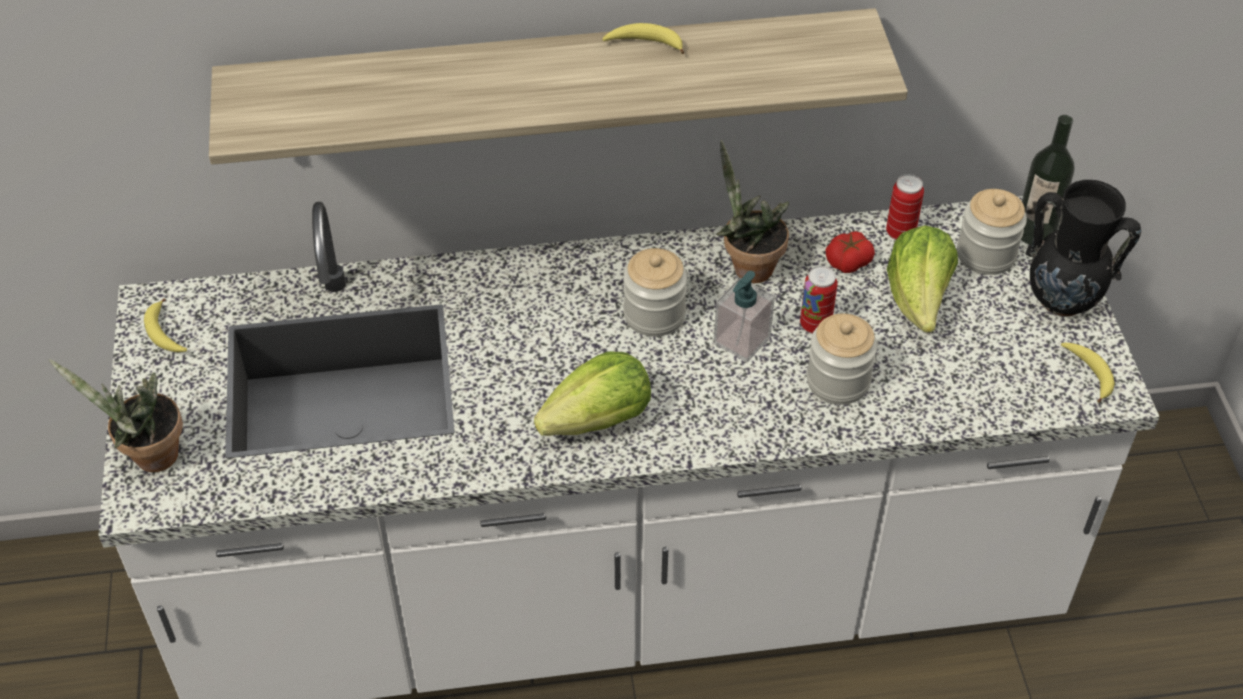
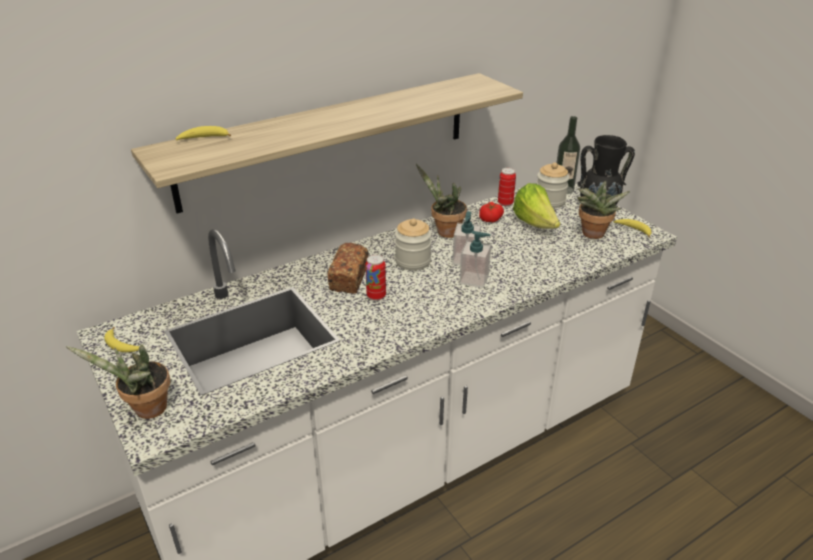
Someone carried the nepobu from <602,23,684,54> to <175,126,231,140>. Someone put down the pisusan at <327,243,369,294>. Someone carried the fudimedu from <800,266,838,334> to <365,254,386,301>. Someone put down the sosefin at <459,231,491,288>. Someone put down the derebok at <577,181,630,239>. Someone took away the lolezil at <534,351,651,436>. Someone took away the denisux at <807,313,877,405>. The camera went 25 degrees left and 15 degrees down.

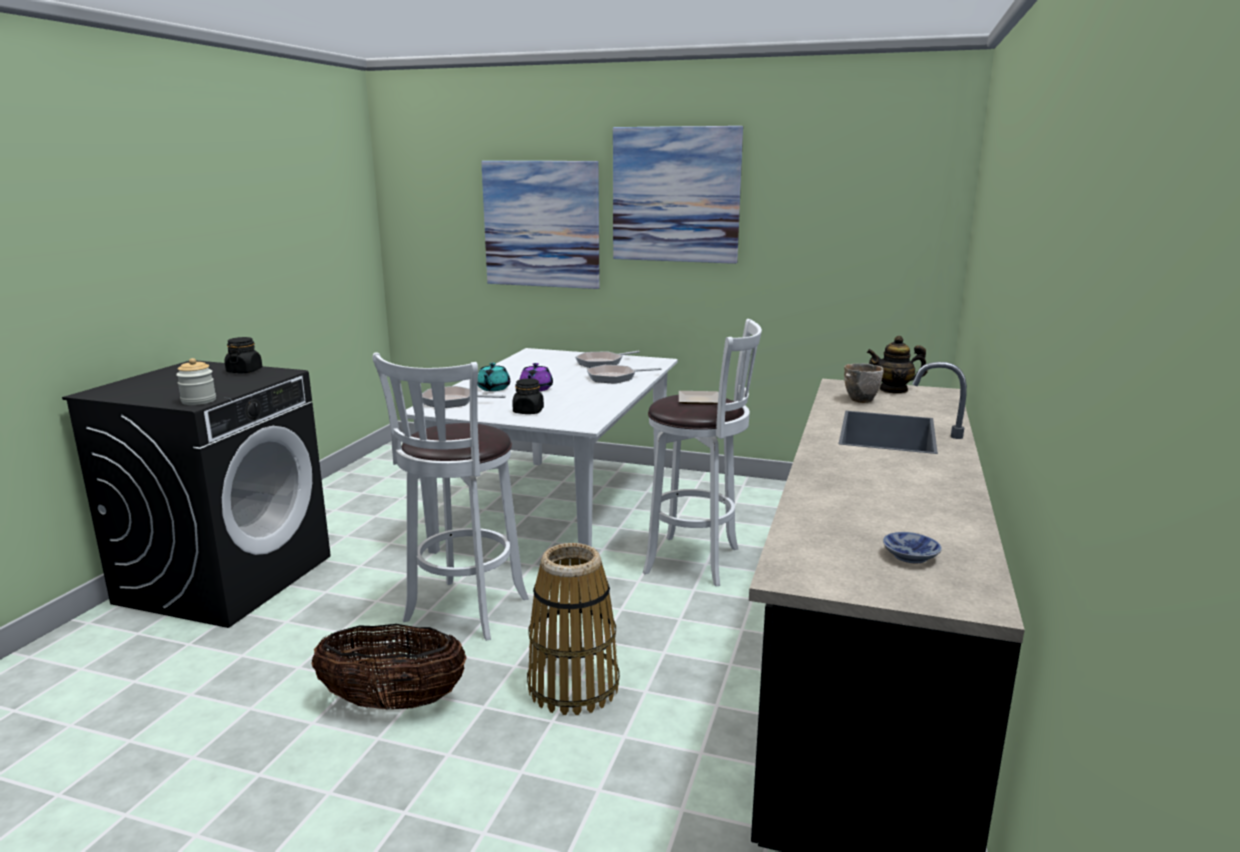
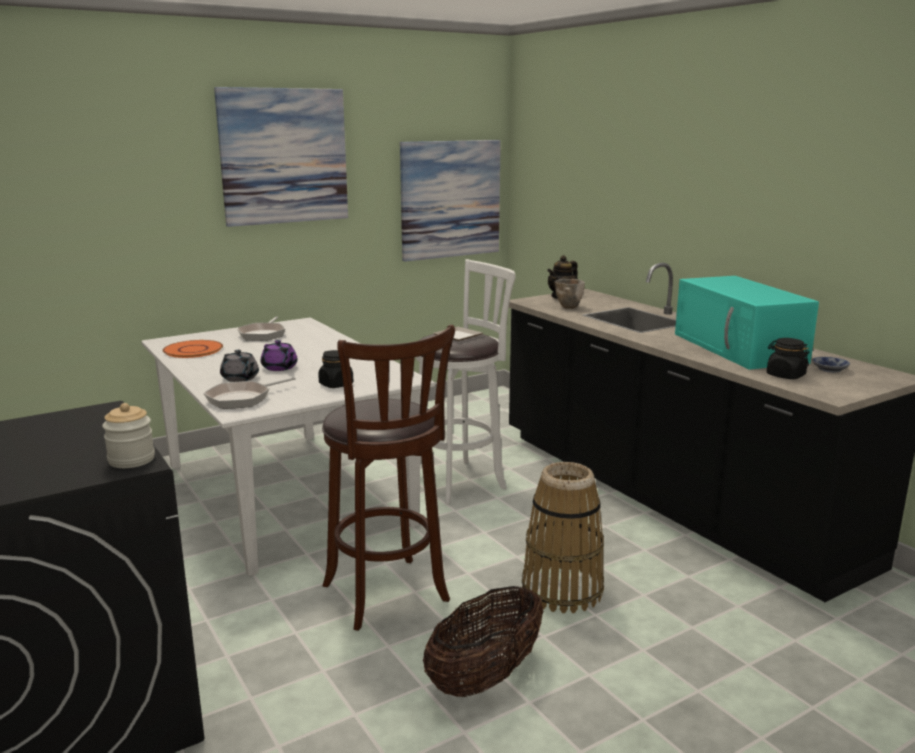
Someone put down the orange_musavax at <163,340,223,358>. Someone repainted the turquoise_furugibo at <478,363,510,391>, which became the grey_furugibo at <220,350,259,382>. Someone repainted the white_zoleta at <373,352,529,641>, which became the brown_zoleta at <322,324,455,631>. Someone carried the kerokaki from <481,161,600,289> to <400,140,501,262>. Someone put down the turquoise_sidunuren at <675,276,819,370>. Someone carried the black_denisux from <224,337,262,373> to <767,338,809,379>. Someone took away the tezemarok at <587,365,662,384>. The camera went 50 degrees left and 0 degrees up.

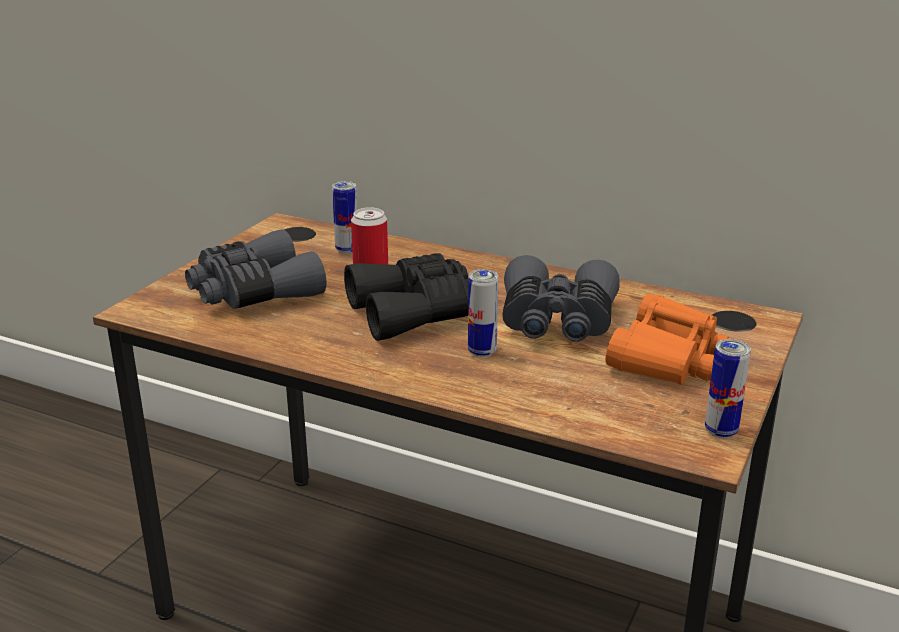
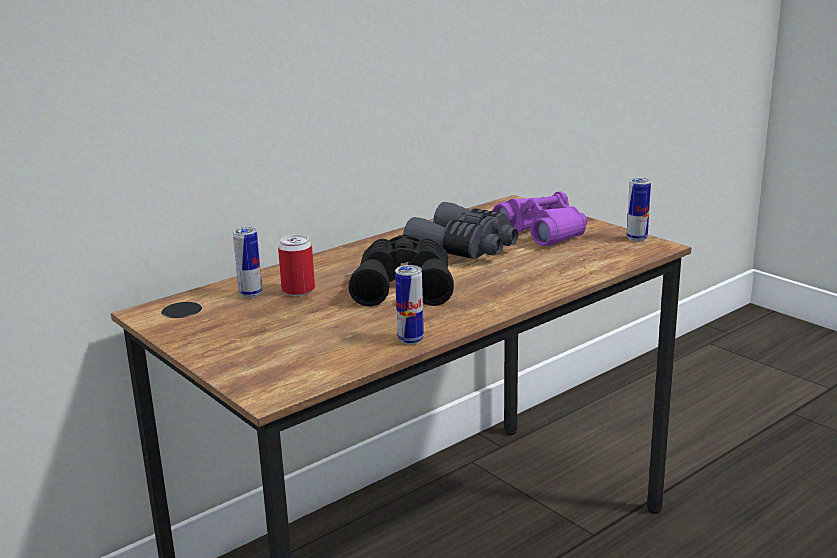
Someone carried the fudimedu from <468,269,498,357> to <395,265,424,345>. Someone repainted the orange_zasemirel at <606,294,730,385>, which became the purple_zasemirel at <493,191,587,246>. Someone took away the grey_zasemirel at <185,229,326,309>. The camera went 65 degrees left and 5 degrees down.

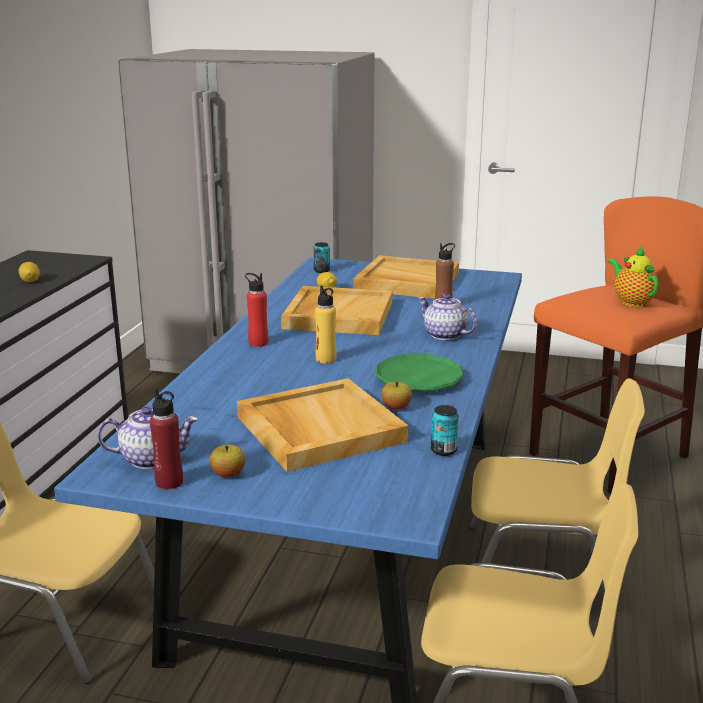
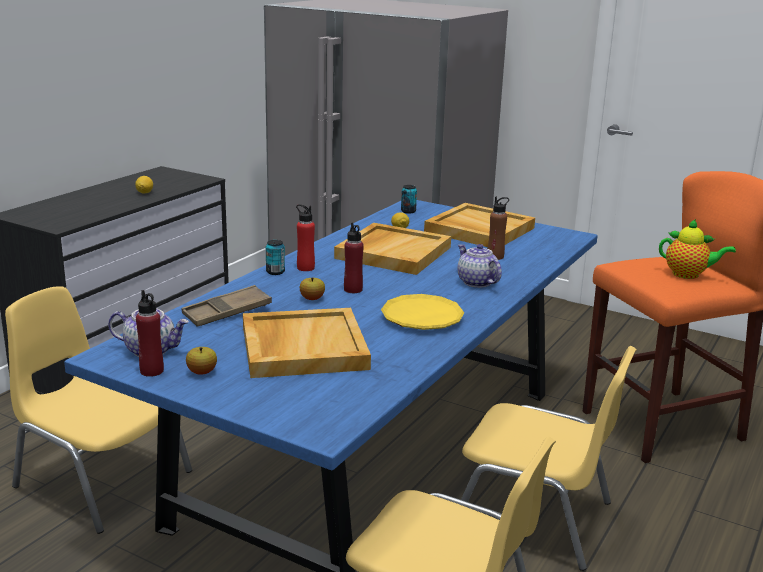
Someone put down the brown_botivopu at <182,285,272,327>. Someone carried the fudimedu from <431,405,459,456> to <266,240,285,275>. Someone carried the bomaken from <381,382,412,409> to <300,277,325,300>. Someone repainted the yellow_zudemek at <315,286,336,363>, which became the red_zudemek at <344,222,364,293>. Someone repainted the green_musavax at <375,354,464,391>, which became the yellow_musavax at <381,294,464,330>. Someone rotated the furugibo at <608,246,658,307> by 120 degrees clockwise. The camera went 15 degrees right and 0 degrees up.

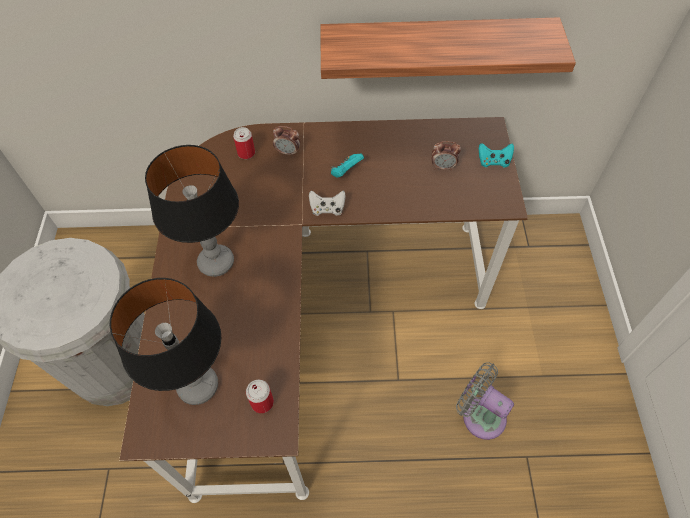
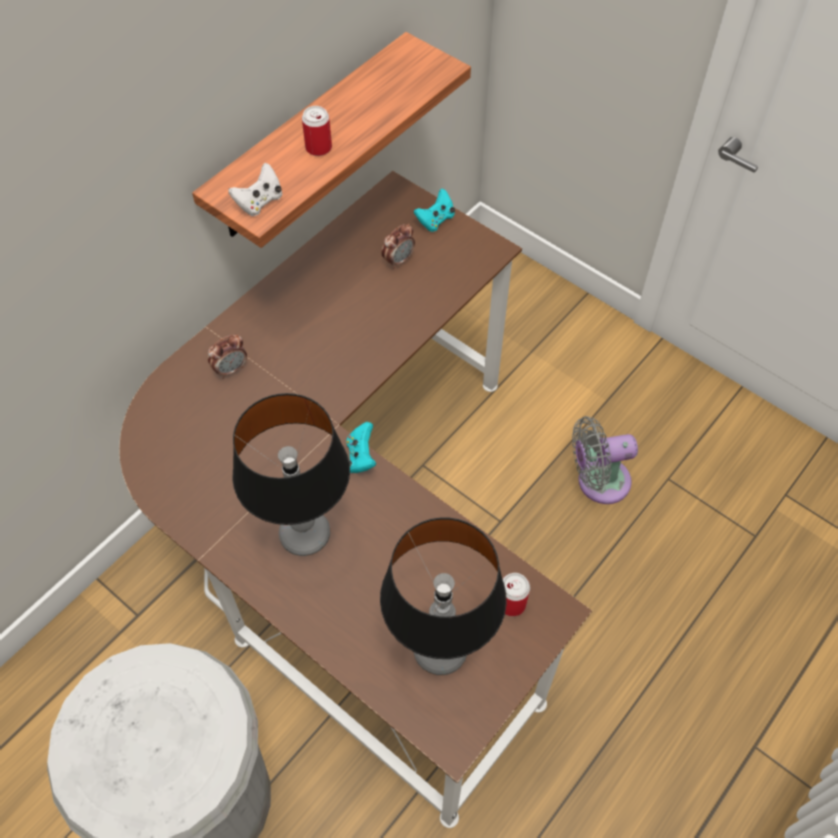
Someone carried the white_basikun from <309,190,346,216> to <228,163,282,216>. Someone carried the fudimedu from <233,127,255,159> to <302,106,332,156>. Someone carried the turquoise_basikun from <331,154,364,178> to <346,422,376,473>. The camera went 50 degrees left and 0 degrees up.

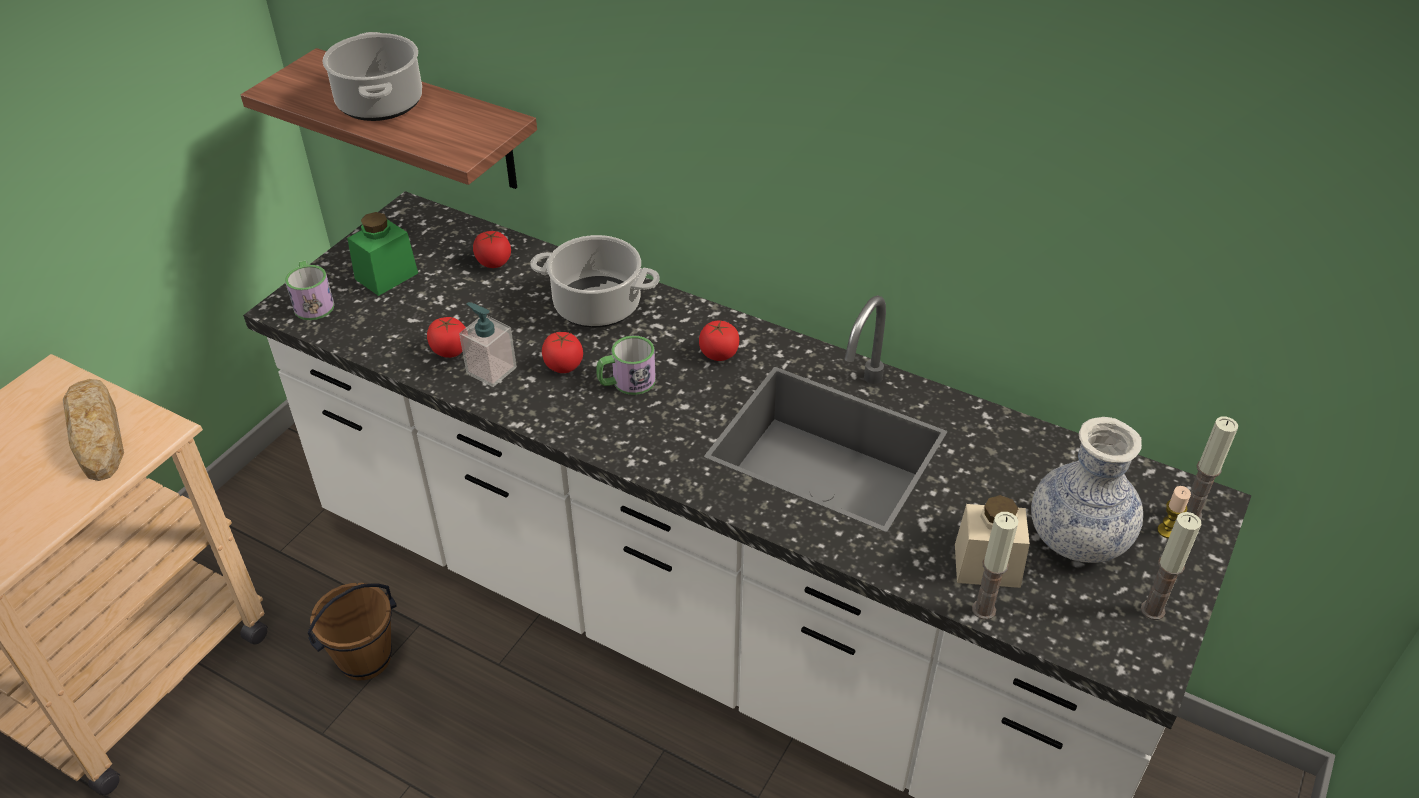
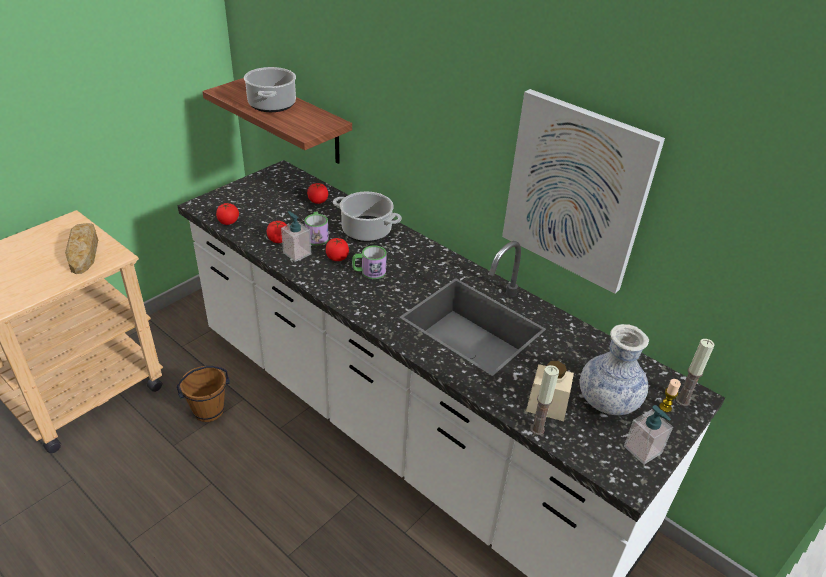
Someone carried the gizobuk from <699,321,739,361> to <216,203,239,225>. Someone carried the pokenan from <285,261,334,320> to <304,212,329,246>. Someone put up the kerokaki at <502,89,665,294>. Someone swapped the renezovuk at <1141,512,1202,620> for the sosefin at <624,405,673,465>. Someone took away the green_denisux at <347,212,418,296>. The camera went 10 degrees right and 5 degrees down.

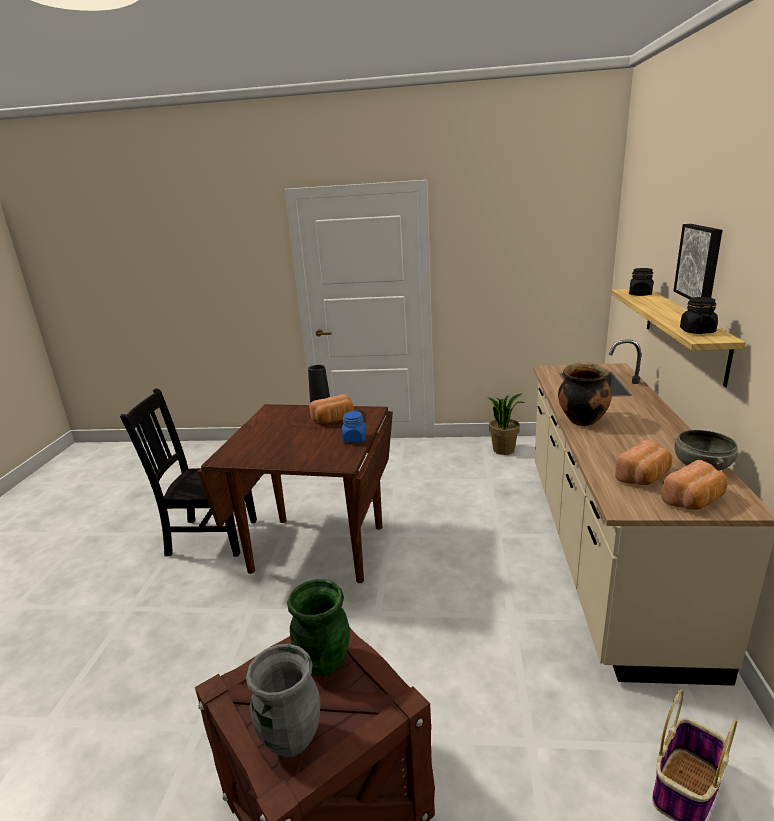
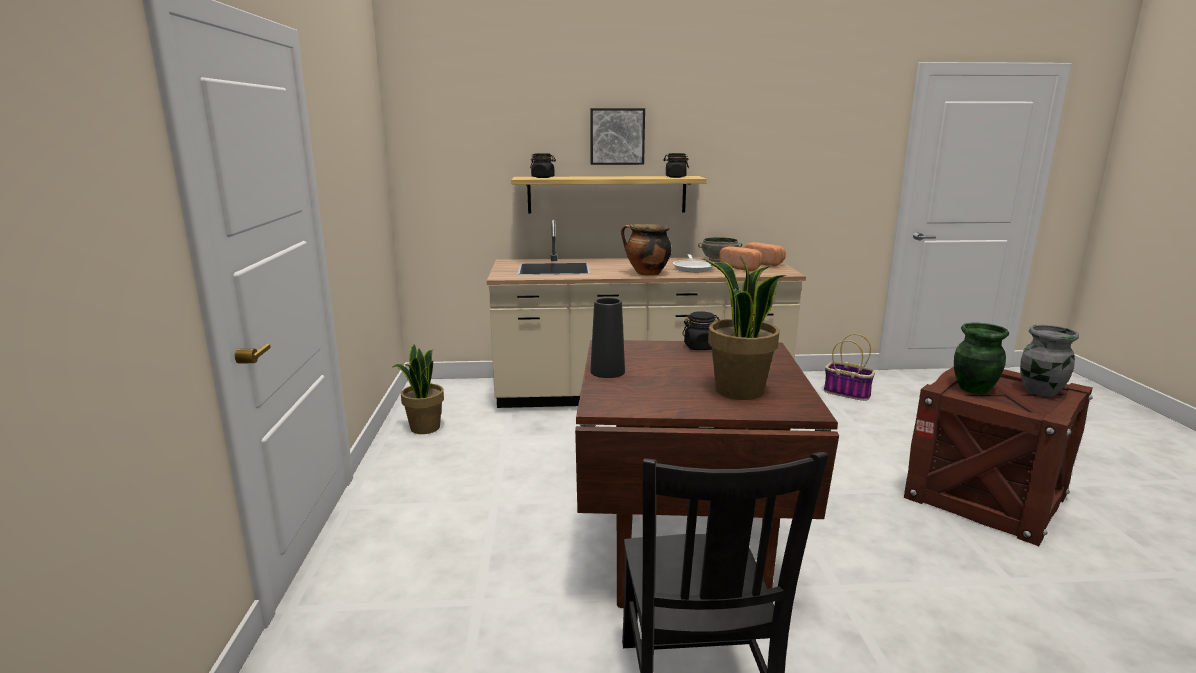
Someone put down the tezemarok at <673,254,713,272>. Someone repainted the blue_denisux at <342,411,366,443>, which became the black_denisux at <682,311,720,350>. Someone put down the derebok at <704,256,787,400>. Someone took away the pisusan at <309,394,354,424>. The camera went 100 degrees left and 5 degrees down.

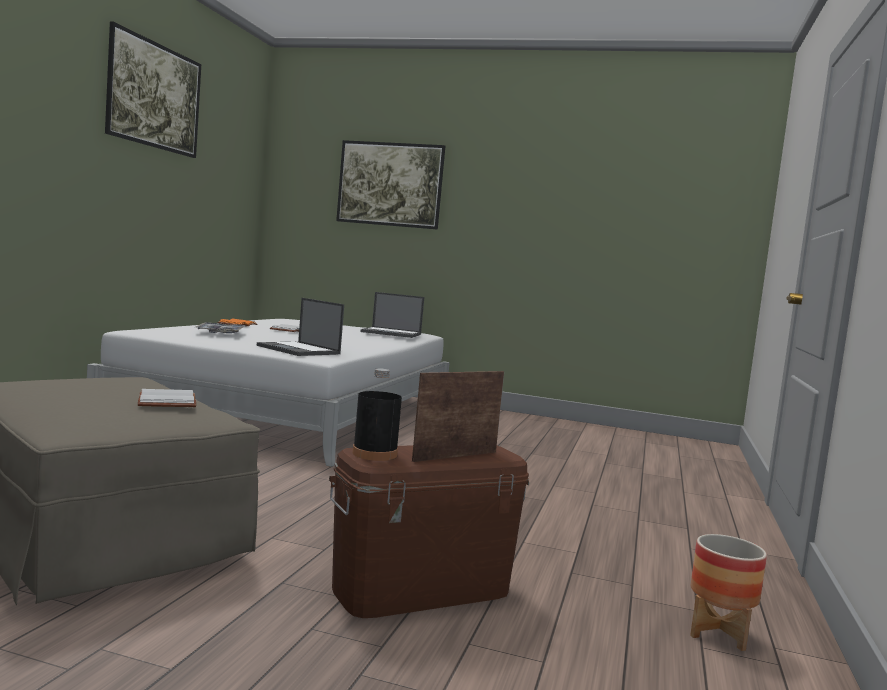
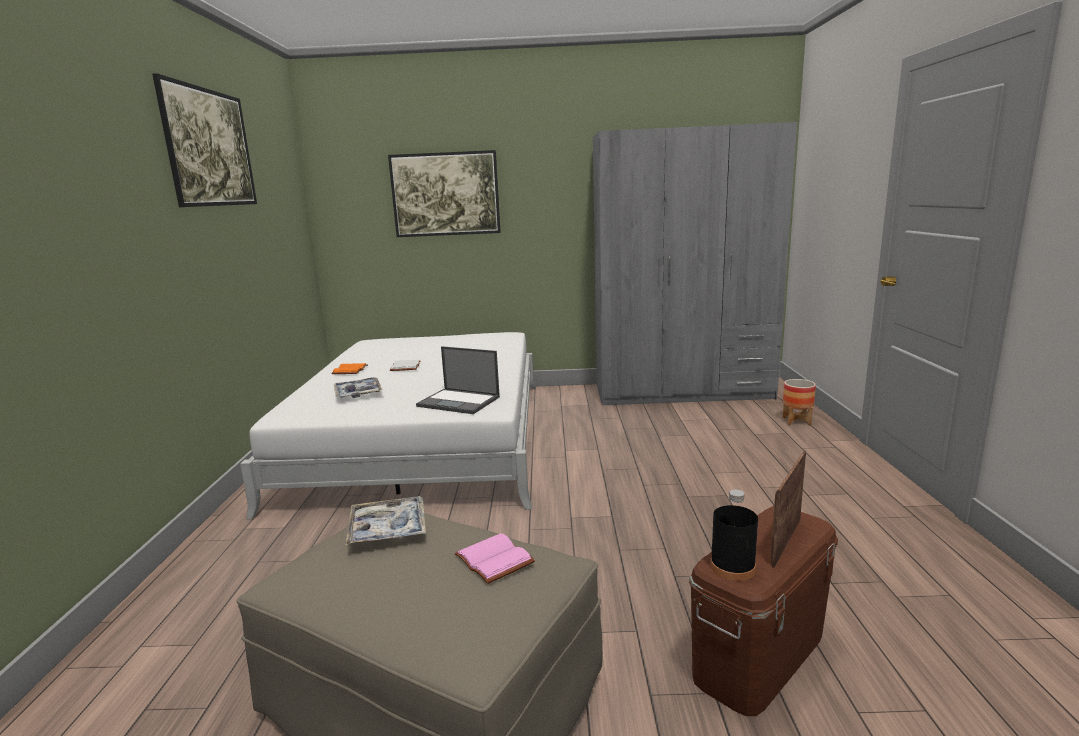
Someone put down the botivopu at <345,496,426,546>. Someone repainted the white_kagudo at <138,389,196,407>, which became the pink_kagudo at <455,533,535,584>. Someone put down the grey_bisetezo at <593,122,797,406>. Someone carried the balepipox from <690,534,767,651> to <783,379,816,425>. Someone took away the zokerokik at <361,292,424,338>. The camera went 15 degrees left and 10 degrees up.

